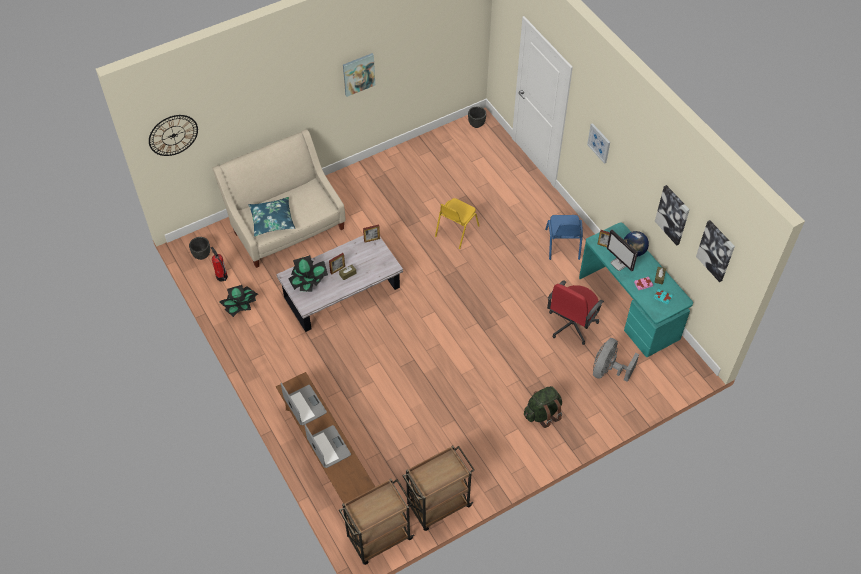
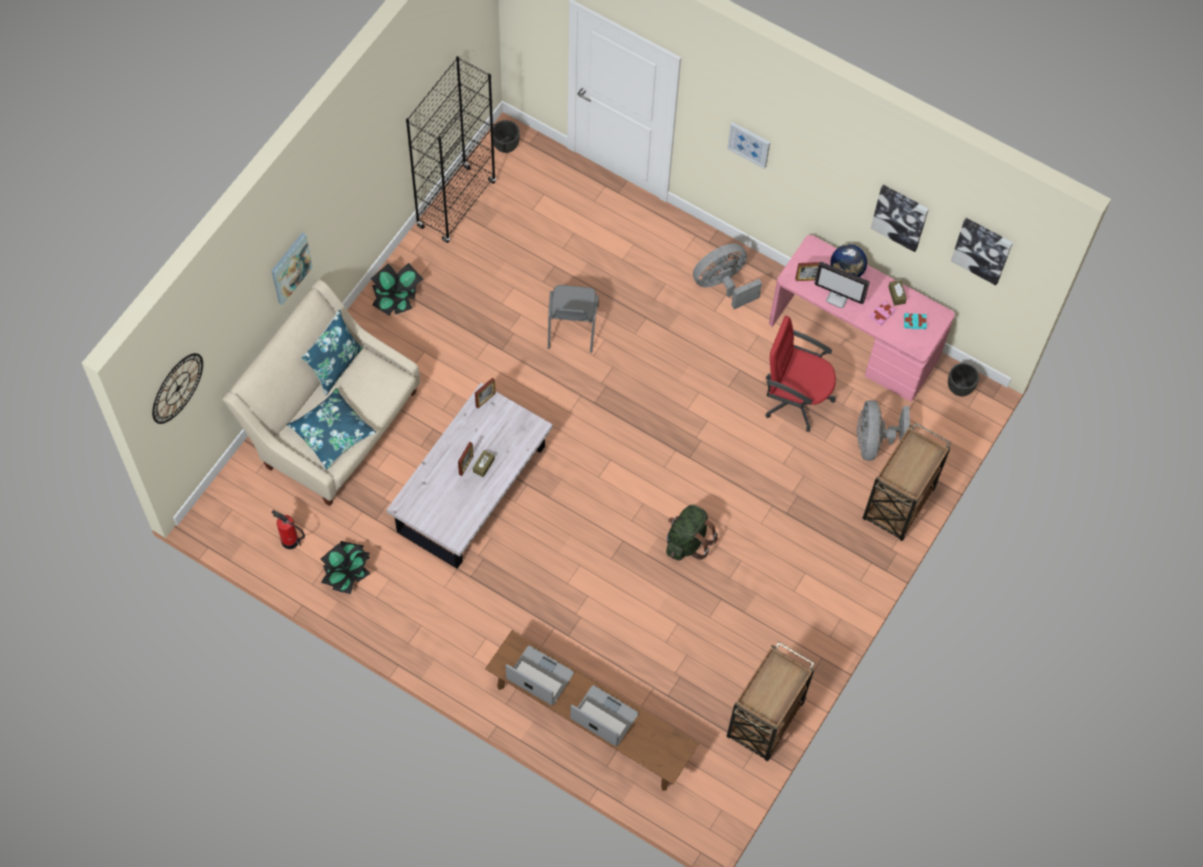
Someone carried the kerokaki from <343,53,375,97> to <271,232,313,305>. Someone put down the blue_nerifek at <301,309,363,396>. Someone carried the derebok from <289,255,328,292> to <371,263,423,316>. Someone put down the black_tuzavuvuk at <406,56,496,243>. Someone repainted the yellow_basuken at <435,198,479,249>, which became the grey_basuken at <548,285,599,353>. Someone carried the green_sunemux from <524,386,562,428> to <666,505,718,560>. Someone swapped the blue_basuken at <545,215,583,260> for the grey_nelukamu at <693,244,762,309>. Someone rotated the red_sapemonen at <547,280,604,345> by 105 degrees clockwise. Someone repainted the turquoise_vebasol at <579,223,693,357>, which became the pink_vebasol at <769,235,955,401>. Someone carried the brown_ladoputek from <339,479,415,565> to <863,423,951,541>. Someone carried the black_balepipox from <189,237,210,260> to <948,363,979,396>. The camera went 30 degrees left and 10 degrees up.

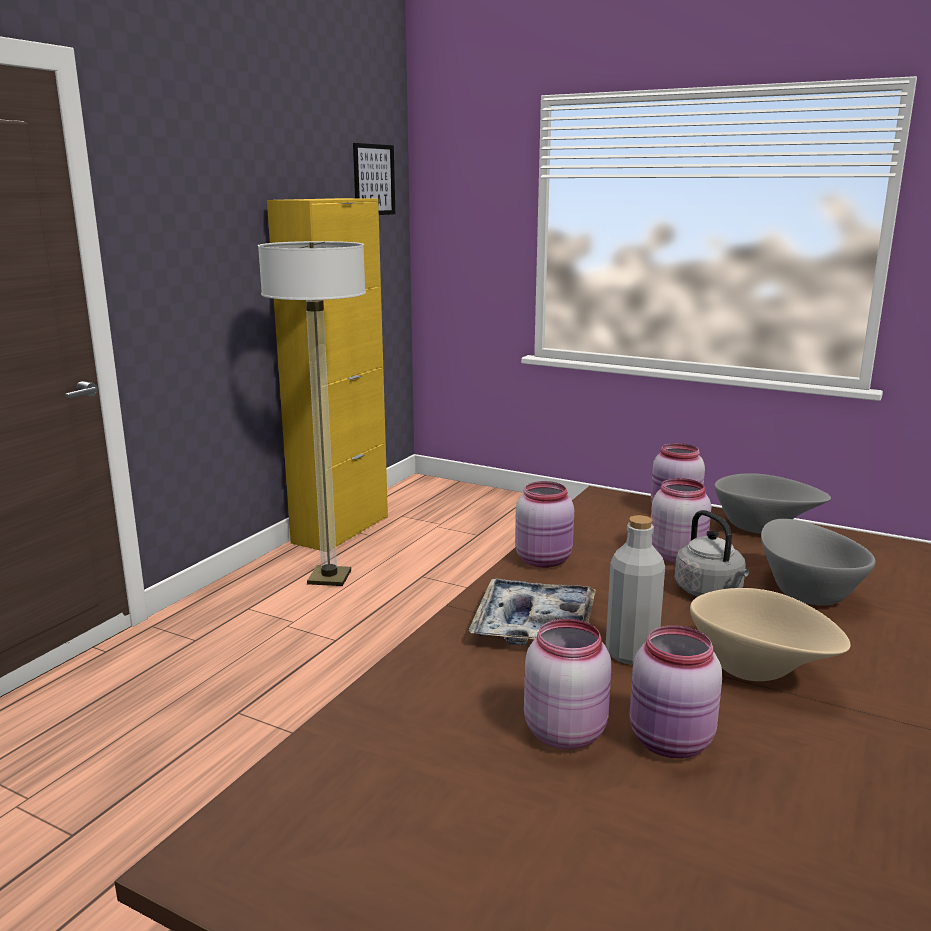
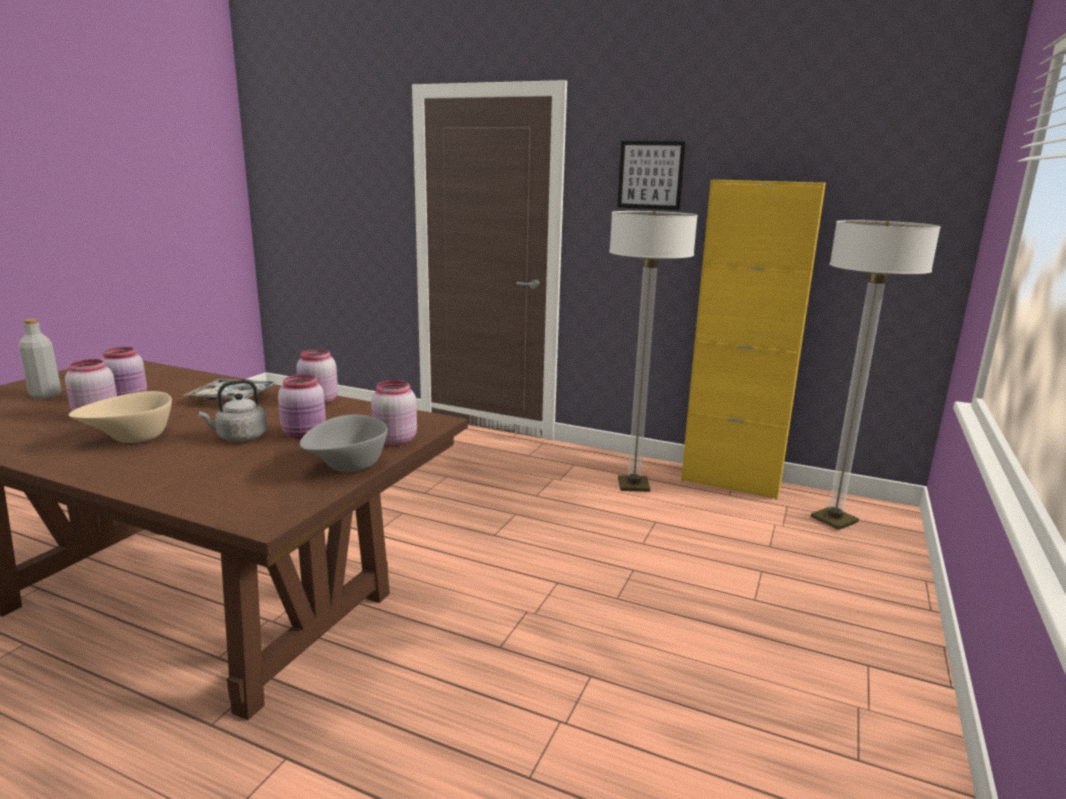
Someone carried the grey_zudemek from <606,515,665,665> to <19,319,61,399>. Someone carried the kerokaki from <353,143,395,215> to <617,141,686,210>. Someone put down the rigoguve at <811,220,941,530>. Someone took away the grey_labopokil at <761,519,875,605>. The camera went 85 degrees right and 0 degrees up.

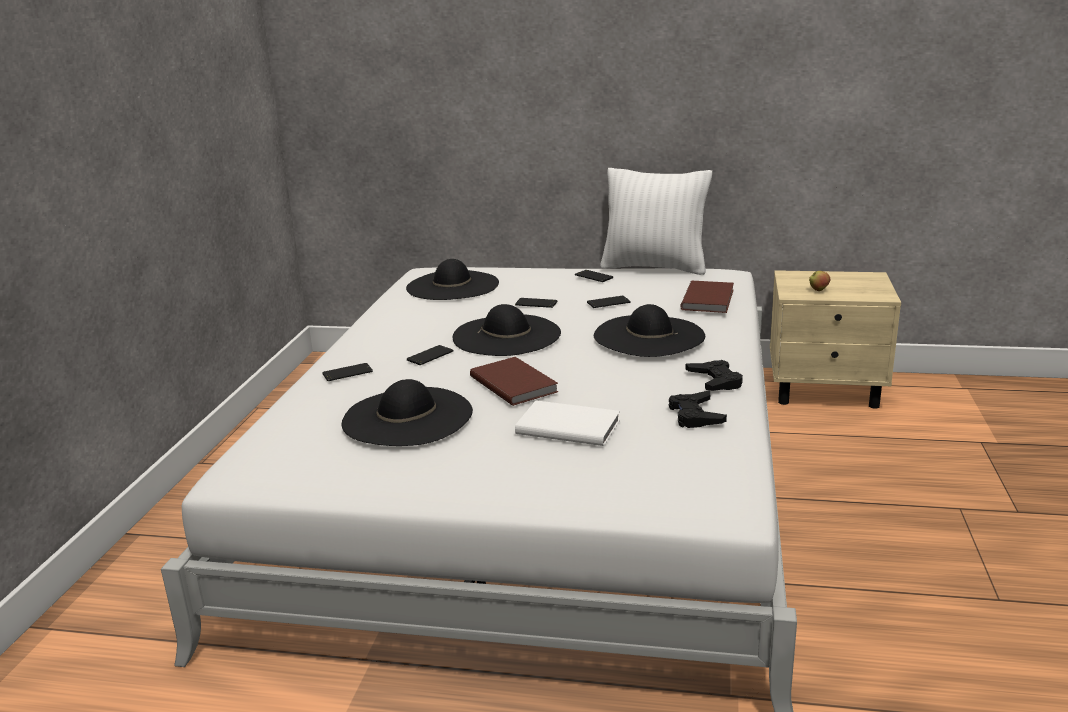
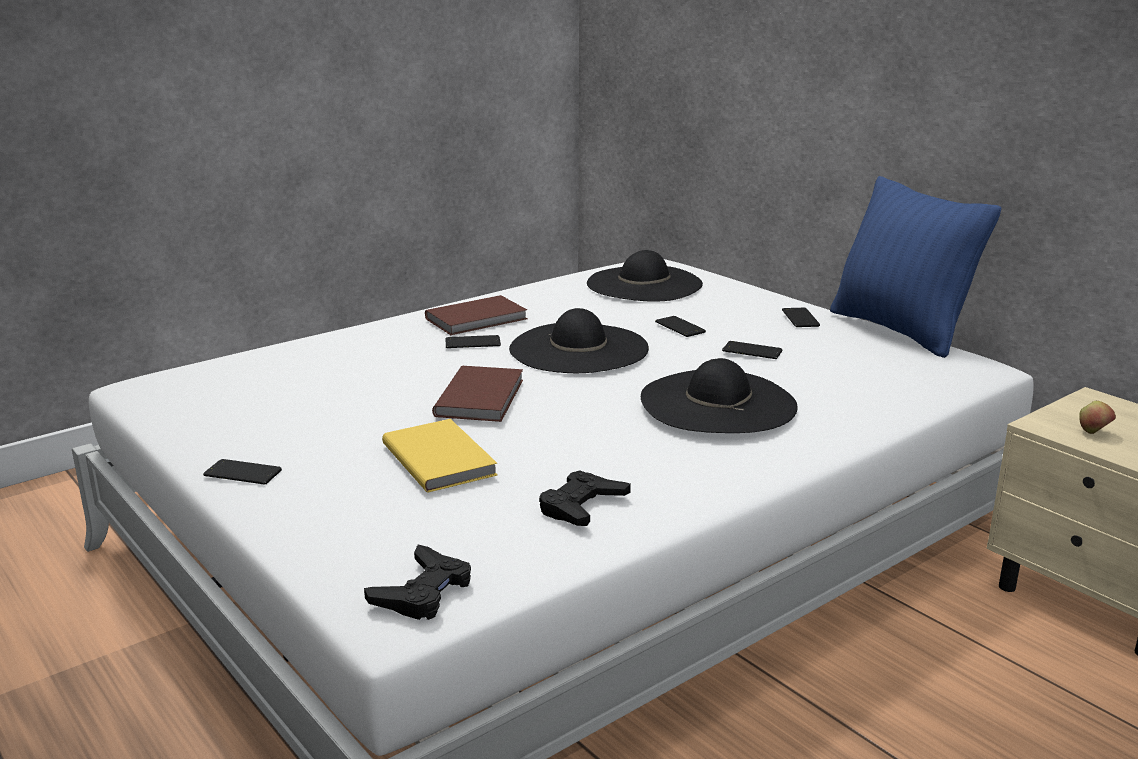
Someone carried the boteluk from <322,363,373,381> to <203,459,282,484>. Someone carried the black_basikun from <685,360,743,391> to <364,545,471,620>. Someone repainted the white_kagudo at <515,400,620,446>, which became the yellow_kagudo at <382,419,497,493>. Someone carried the brown_kagudo from <680,281,734,313> to <425,295,527,335>. Someone repainted the white_nerifek at <600,168,712,275>, which became the blue_nerifek at <830,176,1001,358>. Someone took away the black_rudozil at <342,379,473,446>. The camera went 40 degrees right and 0 degrees up.

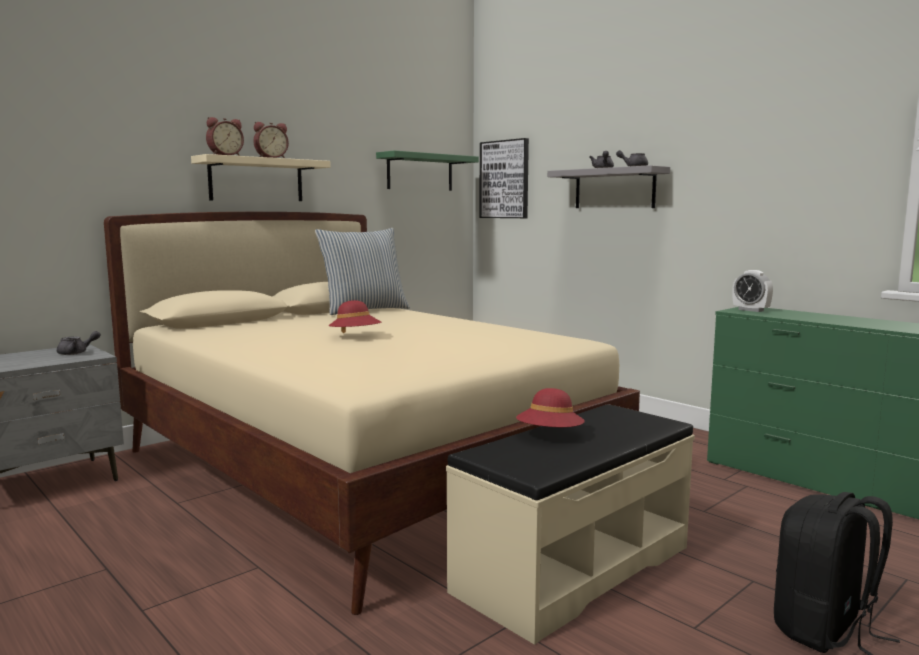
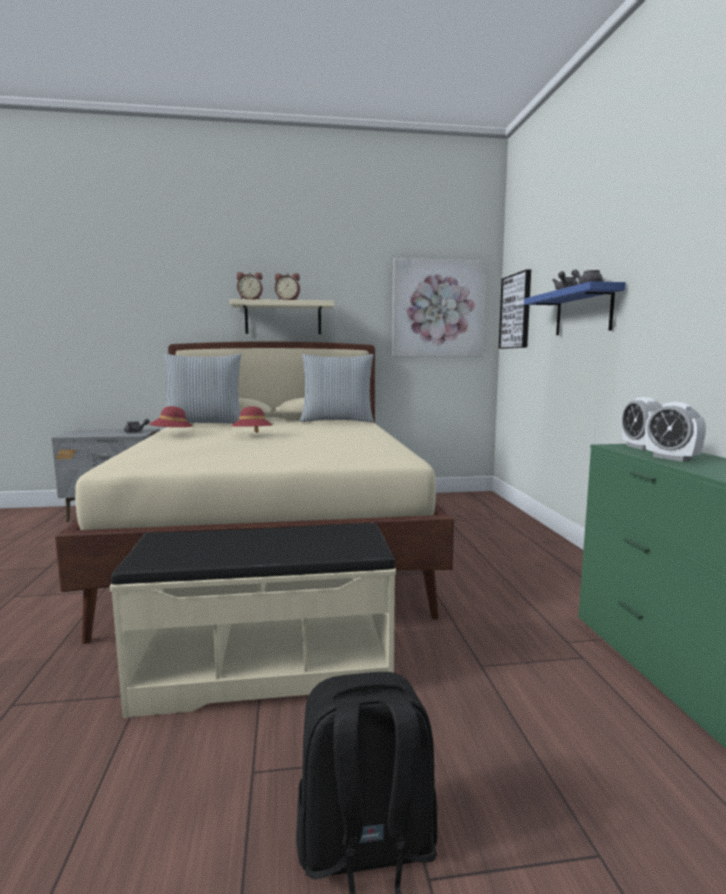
Someone carried the red_rudozil from <516,388,585,427> to <149,406,194,434>. Someone put down the nerifek at <163,354,241,424>. Someone swapped the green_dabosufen at <376,151,479,191> for the kerokaki at <392,258,487,356>. Someone repainted the grey_dabosufen at <547,165,670,208>, which became the blue_dabosufen at <524,281,626,335>. Someone put down the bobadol at <645,402,706,462>. The camera went 35 degrees right and 0 degrees up.

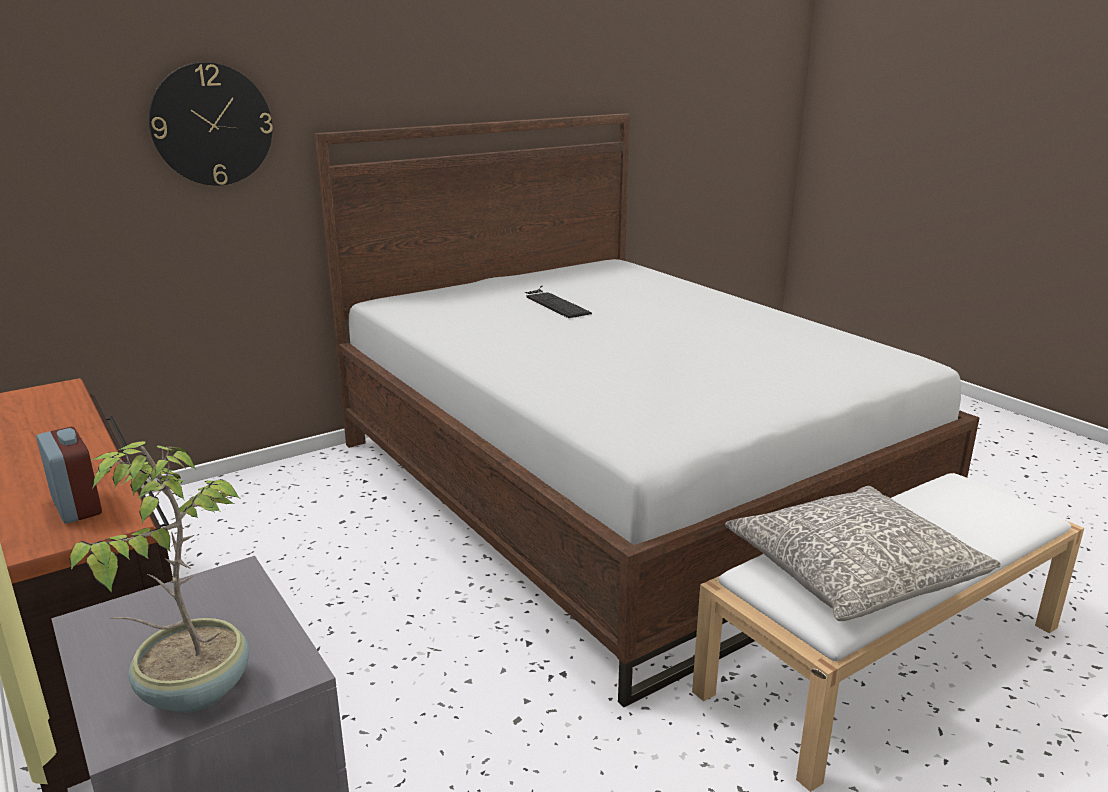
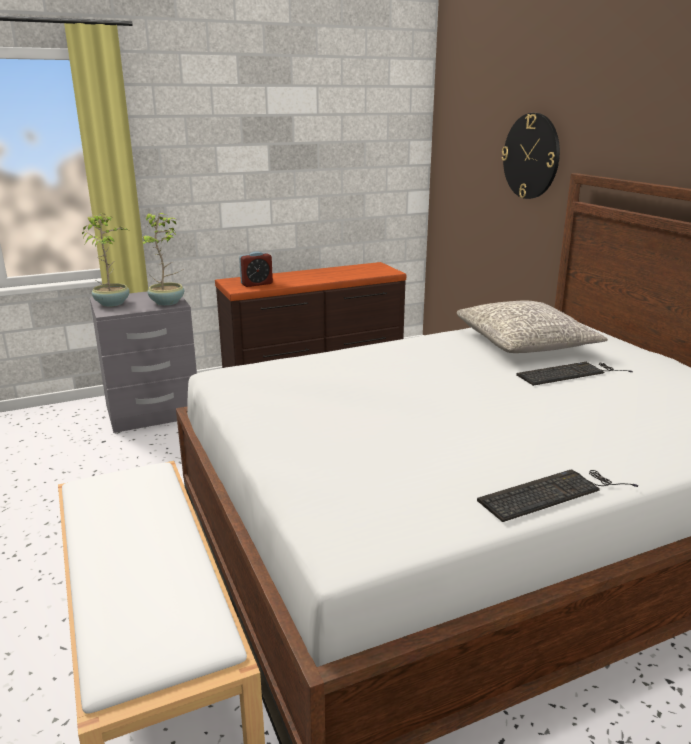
Someone put down the derebok at <143,213,184,306>. Someone carried the grey_nerifek from <725,486,1001,621> to <457,300,608,353>. Someone put down the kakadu at <477,469,638,522>. The camera went 100 degrees right and 0 degrees up.

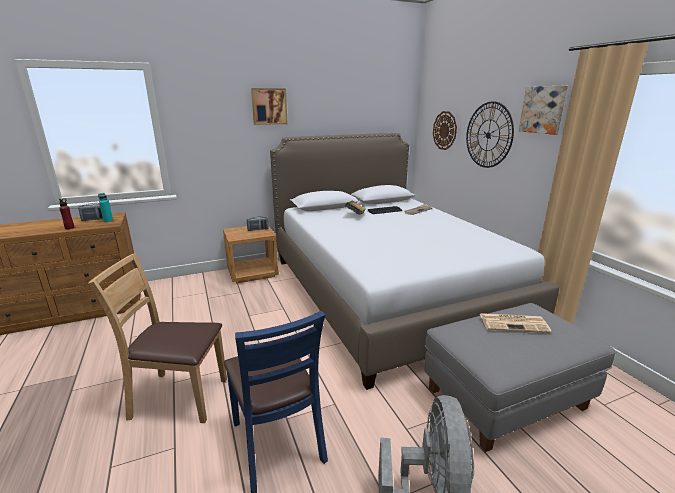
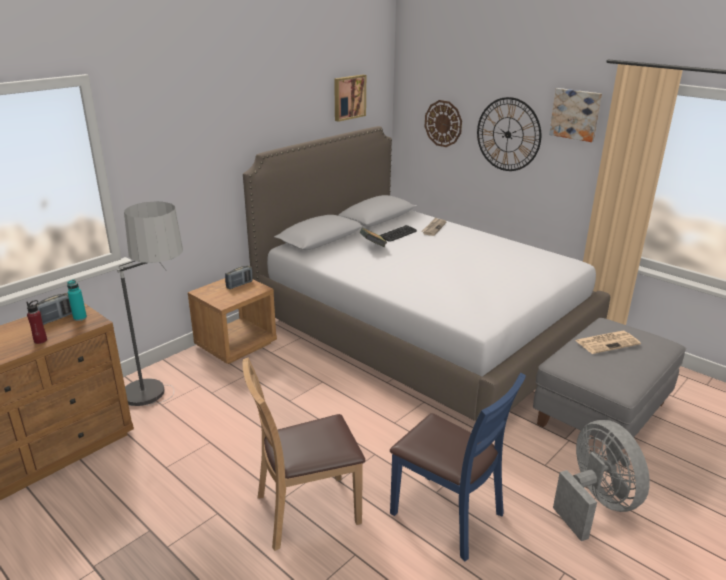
Someone put down the rigoguve at <117,201,183,406>. Someone carried the kerokaki from <251,88,288,125> to <334,74,366,122>. The camera went 25 degrees left and 5 degrees up.

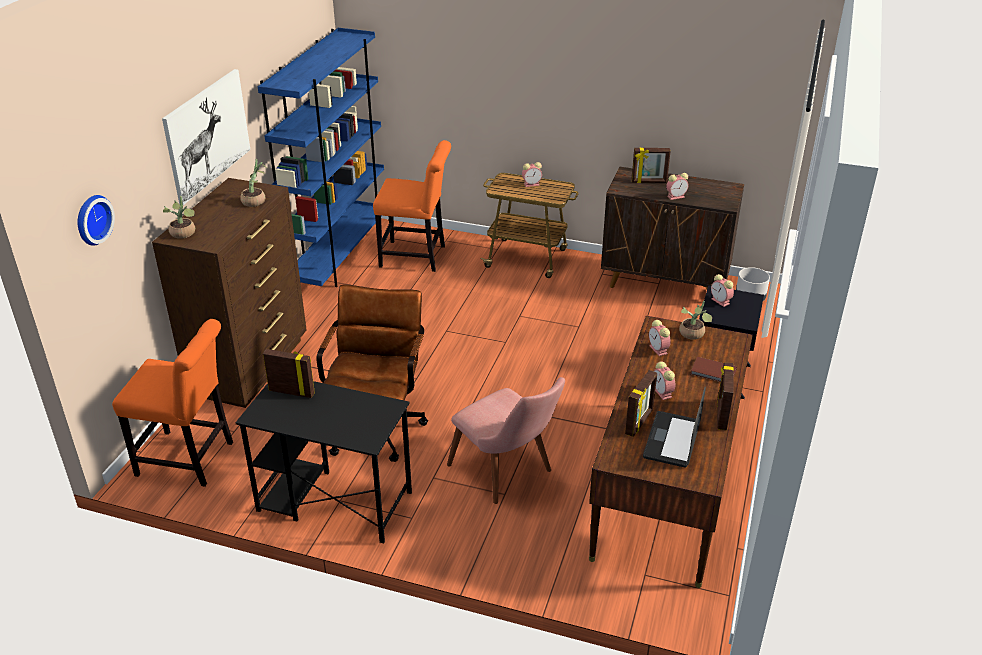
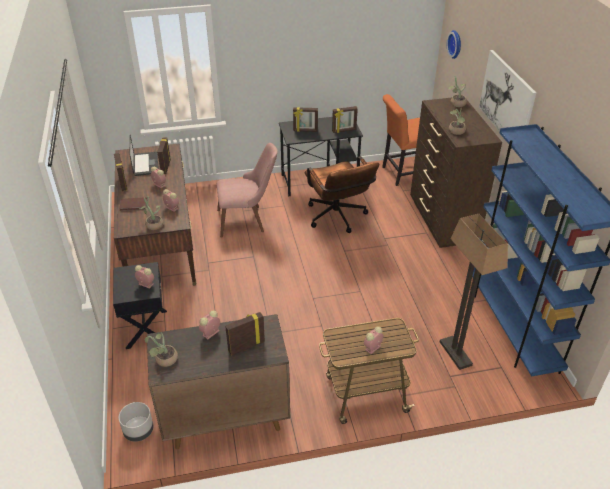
Someone put down the derebok at <145,333,178,367>. Someone rotated the pink_basuken at <447,377,565,504> by 150 degrees clockwise. Someone put down the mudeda at <293,107,318,132>. Someone swapped the orange_basuken at <373,140,451,272> for the rigoguve at <440,214,508,370>. The camera went 150 degrees right and 5 degrees up.

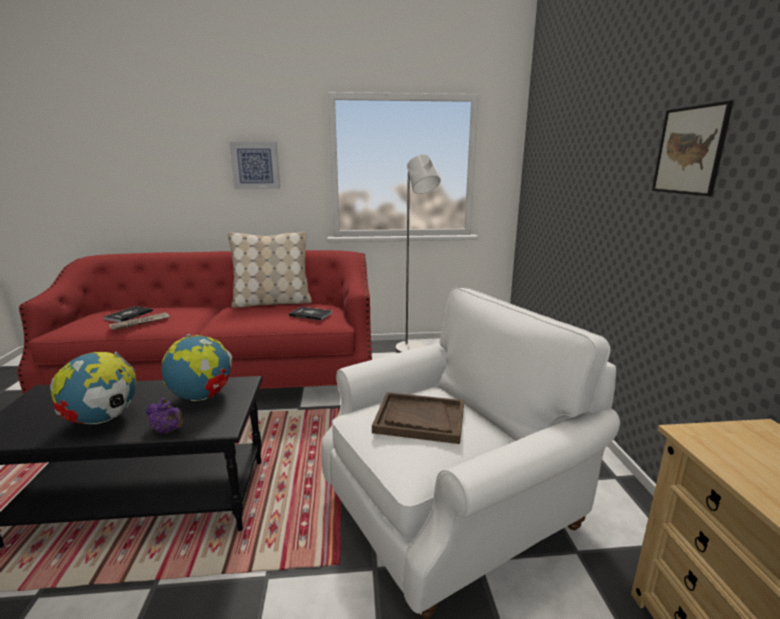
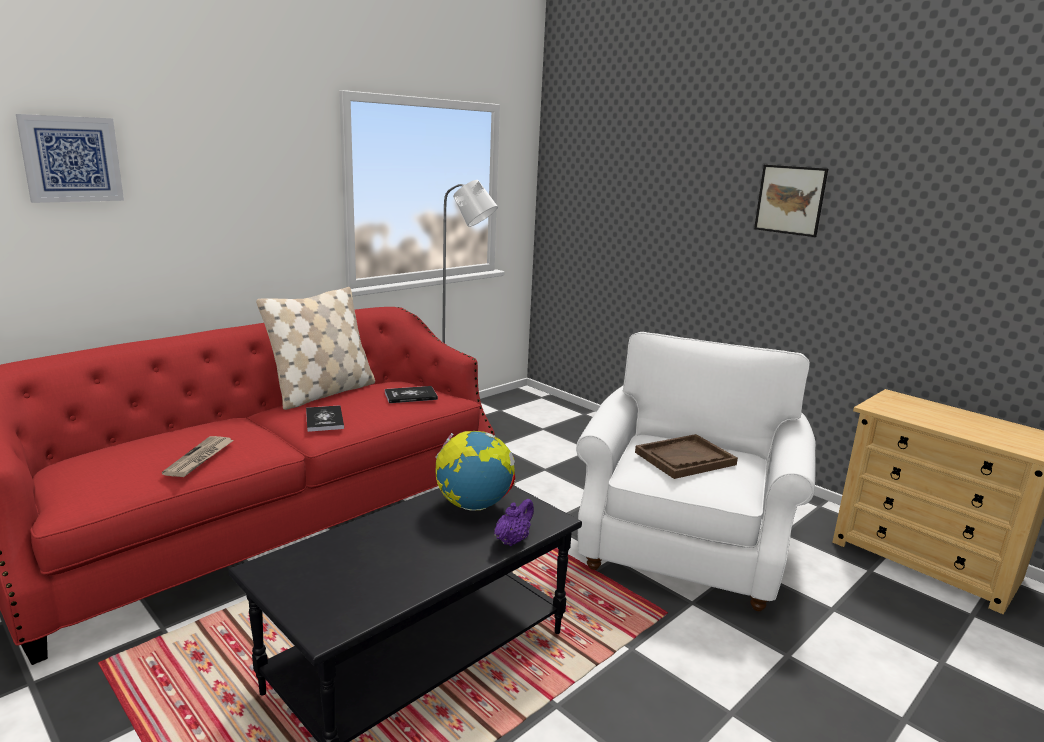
Someone carried the kerokaki from <229,142,280,189> to <16,114,124,203>. Someone carried the kagudo from <103,306,153,322> to <306,405,344,432>. Someone rotated the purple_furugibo at <146,398,184,433> by 45 degrees counterclockwise. Someone took away the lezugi at <50,352,136,424>. The camera went 40 degrees left and 0 degrees up.

